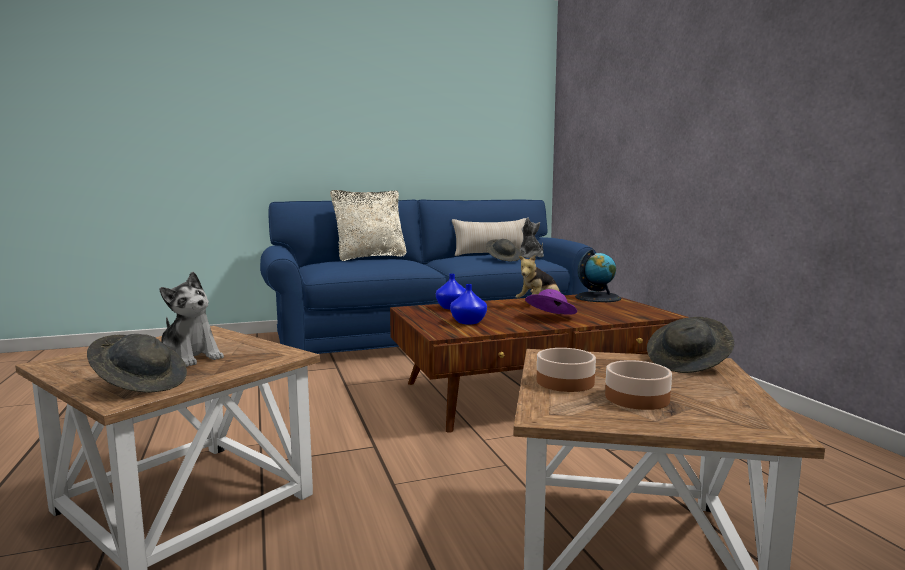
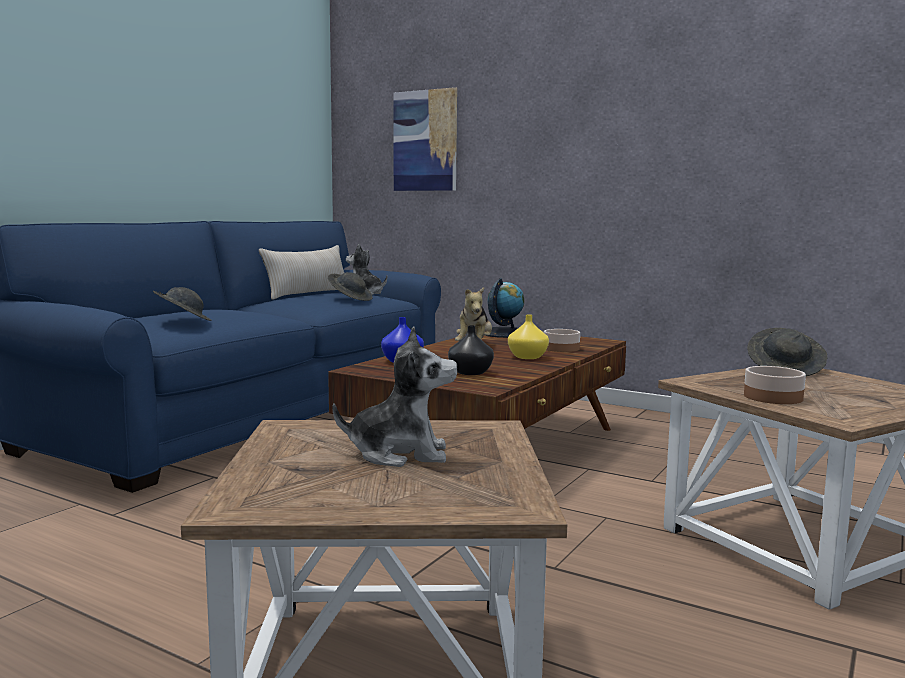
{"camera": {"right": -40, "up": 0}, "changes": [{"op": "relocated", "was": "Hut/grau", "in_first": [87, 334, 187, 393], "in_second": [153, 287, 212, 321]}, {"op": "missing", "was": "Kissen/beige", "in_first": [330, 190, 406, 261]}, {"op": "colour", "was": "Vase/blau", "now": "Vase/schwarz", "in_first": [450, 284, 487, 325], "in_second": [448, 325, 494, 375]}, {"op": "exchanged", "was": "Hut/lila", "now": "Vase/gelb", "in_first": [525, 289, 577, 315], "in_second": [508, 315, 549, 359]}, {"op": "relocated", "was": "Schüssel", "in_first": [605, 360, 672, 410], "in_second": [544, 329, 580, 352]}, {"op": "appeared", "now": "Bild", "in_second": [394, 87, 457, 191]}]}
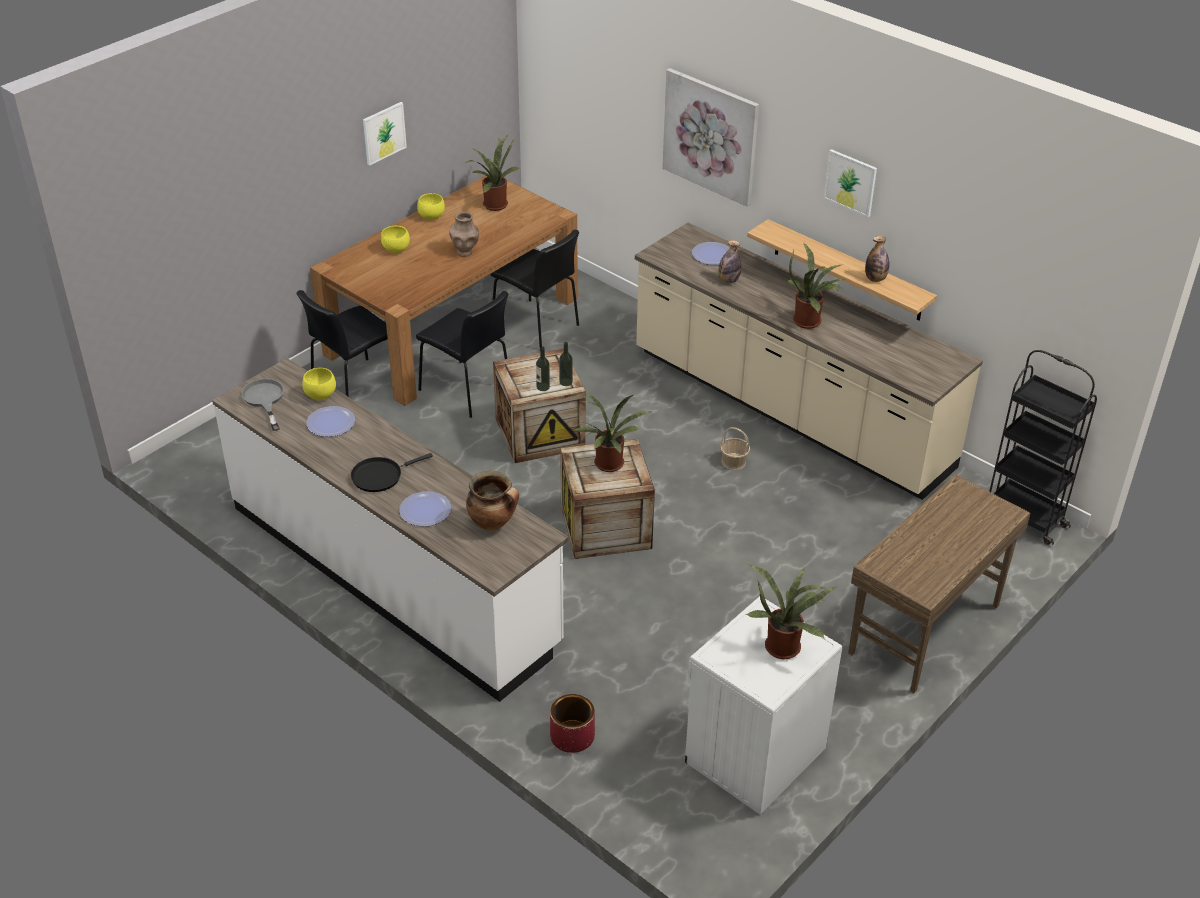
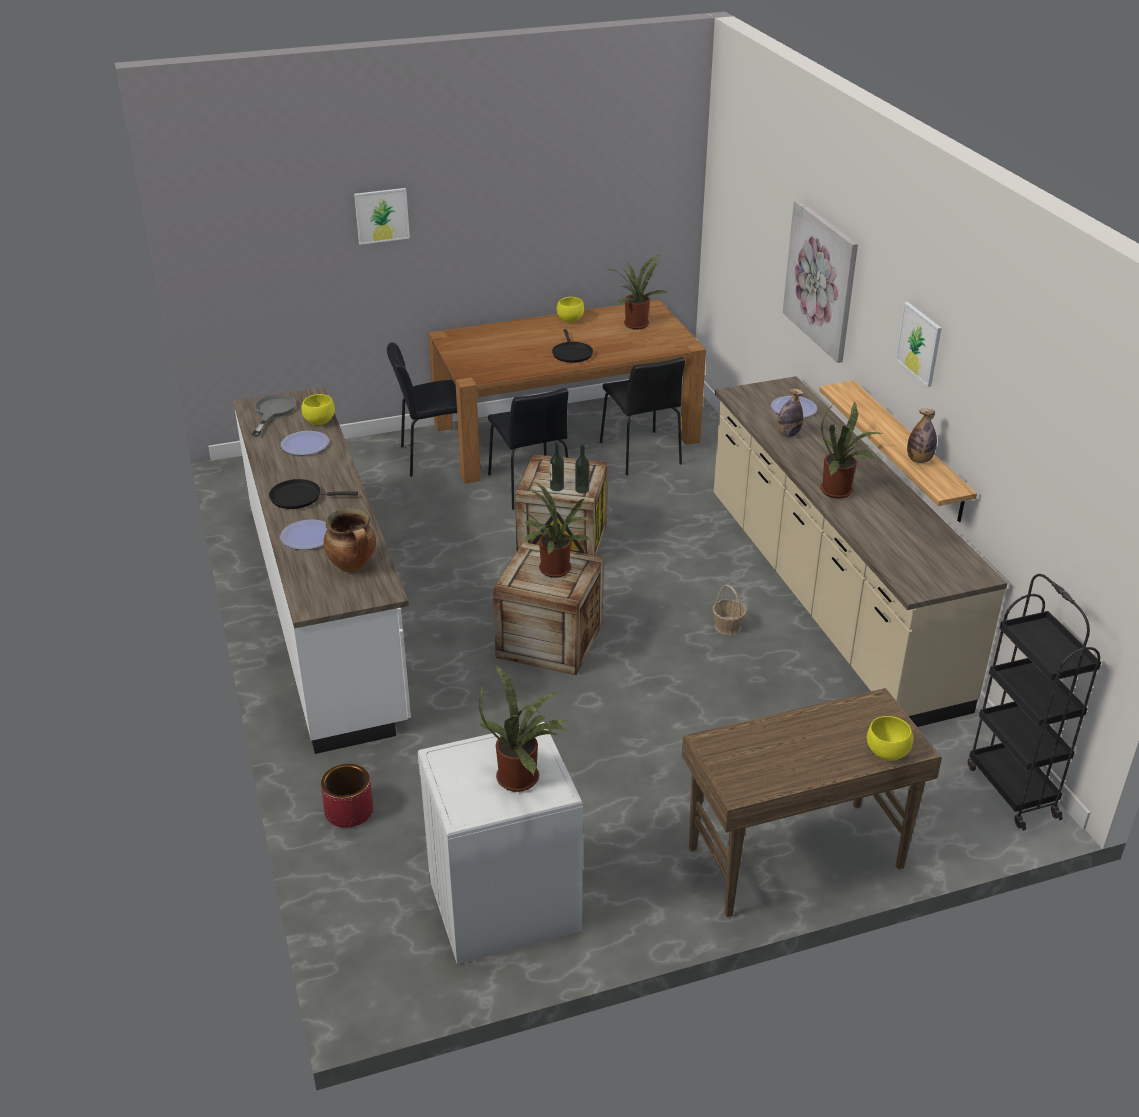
{"camera": {"right": 30, "up": -5}, "changes": [{"op": "relocated", "was": "Bild", "in_first": [363, 102, 407, 166], "in_second": [354, 188, 410, 245]}, {"op": "relocated", "was": "Schüssel/gelb", "in_first": [381, 226, 410, 253], "in_second": [867, 716, 913, 761]}, {"op": "exchanged", "was": "Vase/braun", "now": "Pfanne/schwarz", "in_first": [449, 212, 479, 257], "in_second": [552, 329, 593, 363]}]}
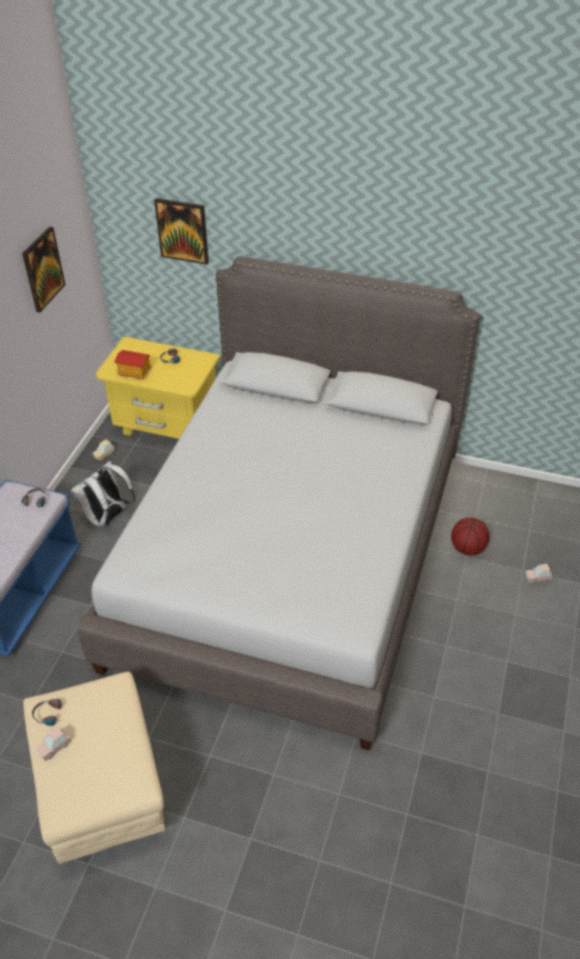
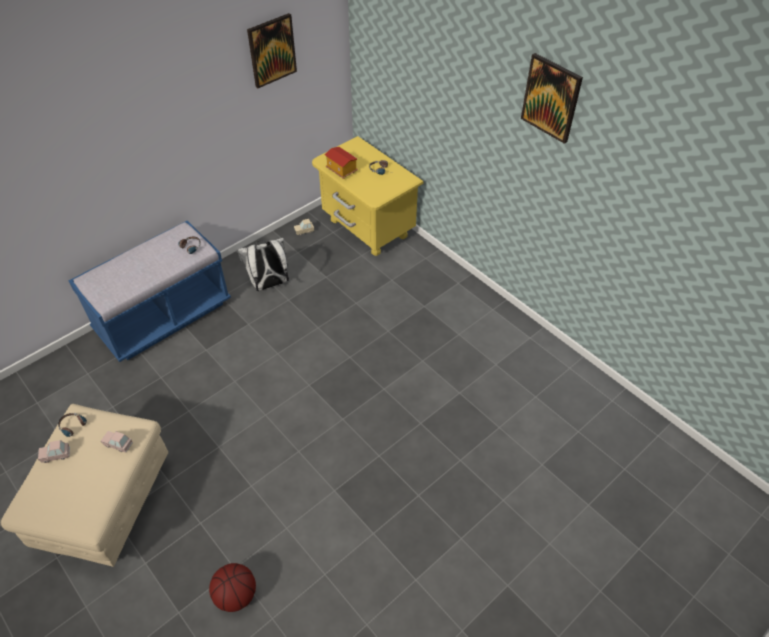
{"camera": {"right": 30, "up": 5}, "changes": [{"op": "missing", "was": "Bett/grau", "in_first": [78, 256, 480, 750]}, {"op": "relocated", "was": "Bild", "in_first": [154, 198, 209, 265], "in_second": [521, 53, 583, 144]}, {"op": "relocated", "was": "Basketball", "in_first": [451, 517, 490, 556], "in_second": [209, 563, 256, 612]}, {"op": "relocated", "was": "Spielzeugauto/rosa", "in_first": [525, 564, 553, 584], "in_second": [100, 431, 133, 453]}]}
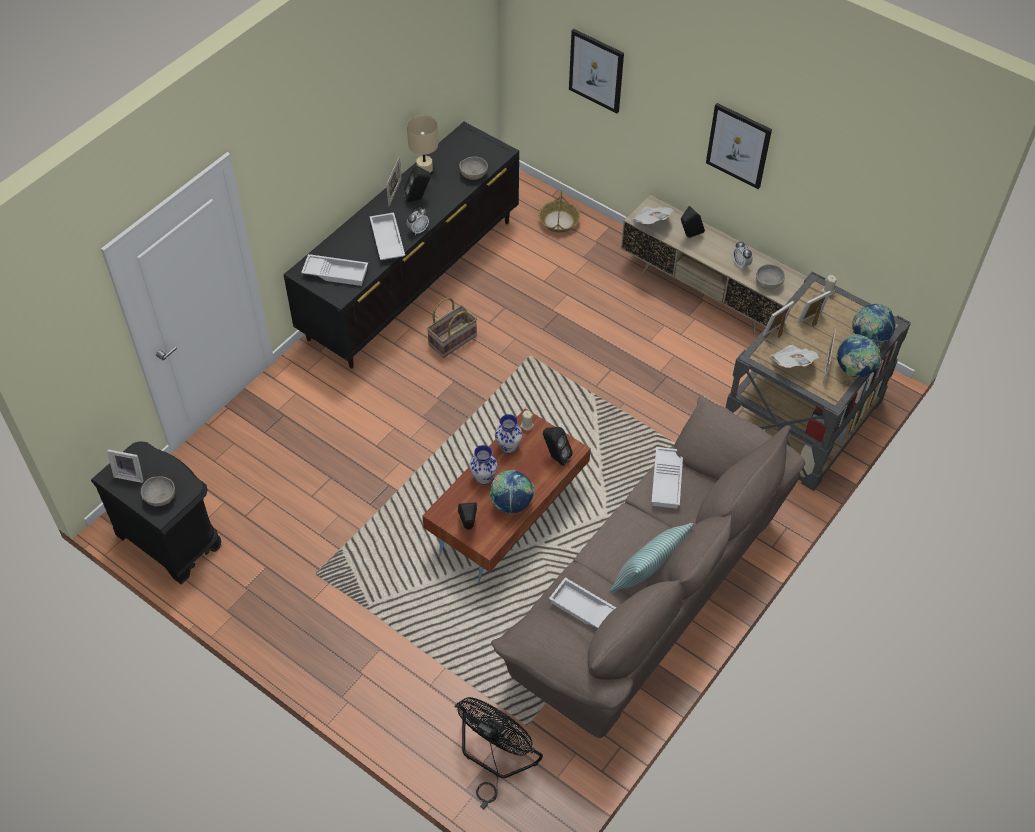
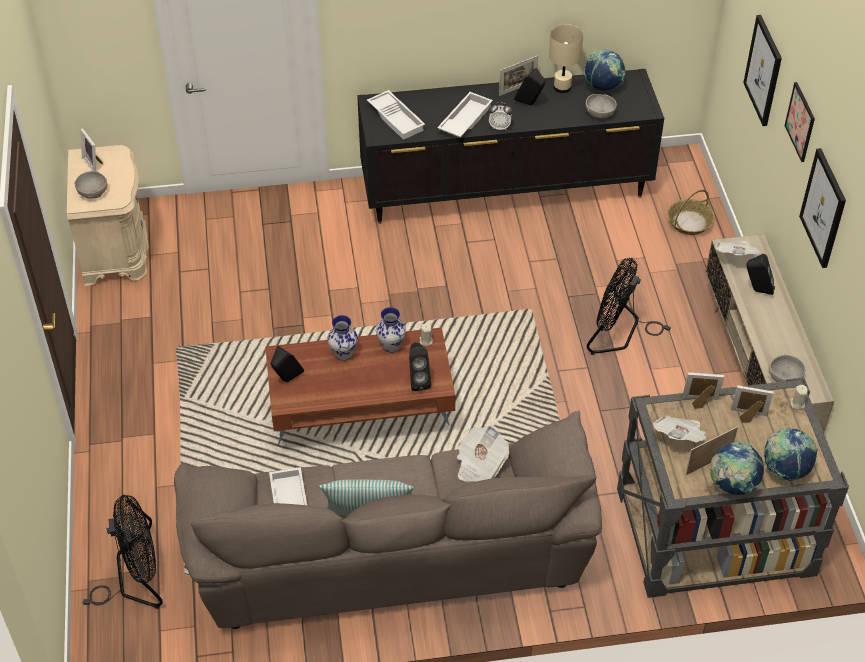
{"camera": {"right": 45, "up": -5}, "changes": [{"op": "colour", "was": "Nachttisch/schwarz", "now": "Nachttisch/beige", "in_first": [91, 441, 221, 585], "in_second": [67, 145, 149, 286]}, {"op": "missing", "was": "Korb", "in_first": [427, 298, 477, 358]}, {"op": "relocated", "was": "Globus", "in_first": [490, 470, 535, 514], "in_second": [584, 49, 626, 91]}, {"op": "exchanged", "was": "Tablett/weiß", "now": "Zeitung", "in_first": [652, 447, 683, 509], "in_second": [457, 425, 509, 482]}, {"op": "missing", "was": "Wecker", "in_first": [733, 241, 753, 269]}, {"op": "appeared", "now": "Ventilator/schwarz", "in_second": [587, 258, 672, 355]}, {"op": "appeared", "now": "Bild", "in_second": [785, 82, 815, 162]}]}
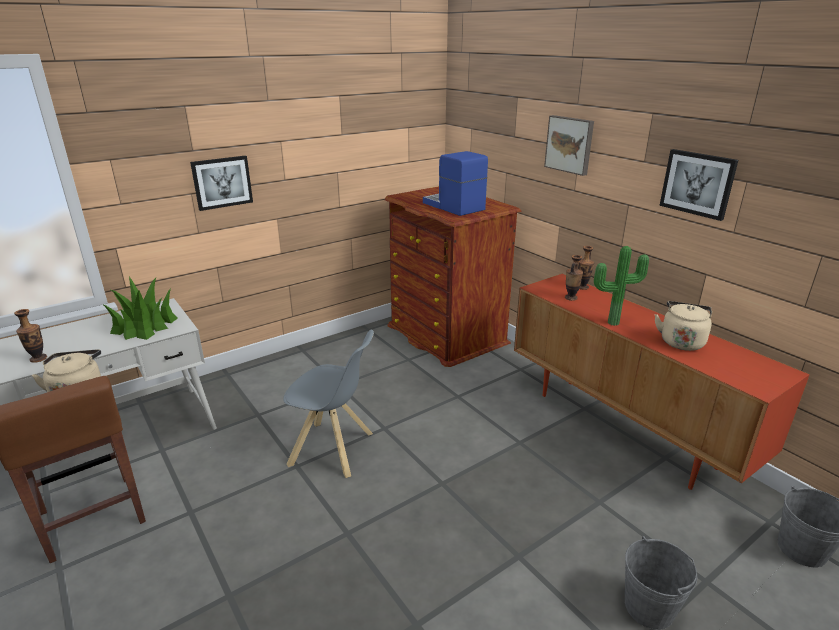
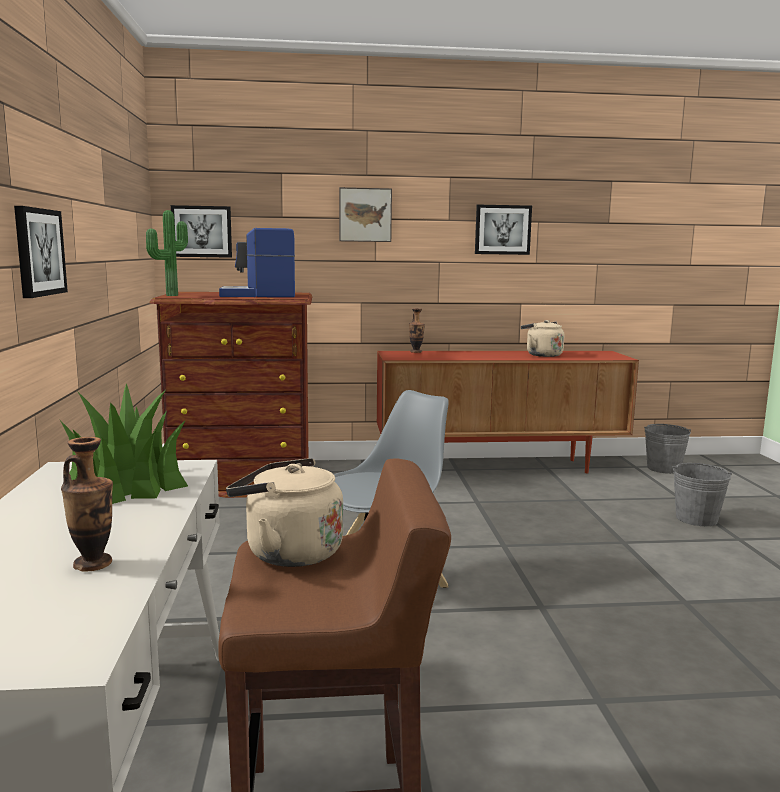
{"camera": {"right": -60, "up": -15}, "changes": [{"op": "missing", "was": "Vase", "in_first": [565, 255, 583, 301]}, {"op": "relocated", "was": "Topfpflanze", "in_first": [594, 246, 649, 326], "in_second": [146, 210, 188, 296]}, {"op": "appeared", "now": "Bild", "in_second": [171, 205, 232, 258]}]}
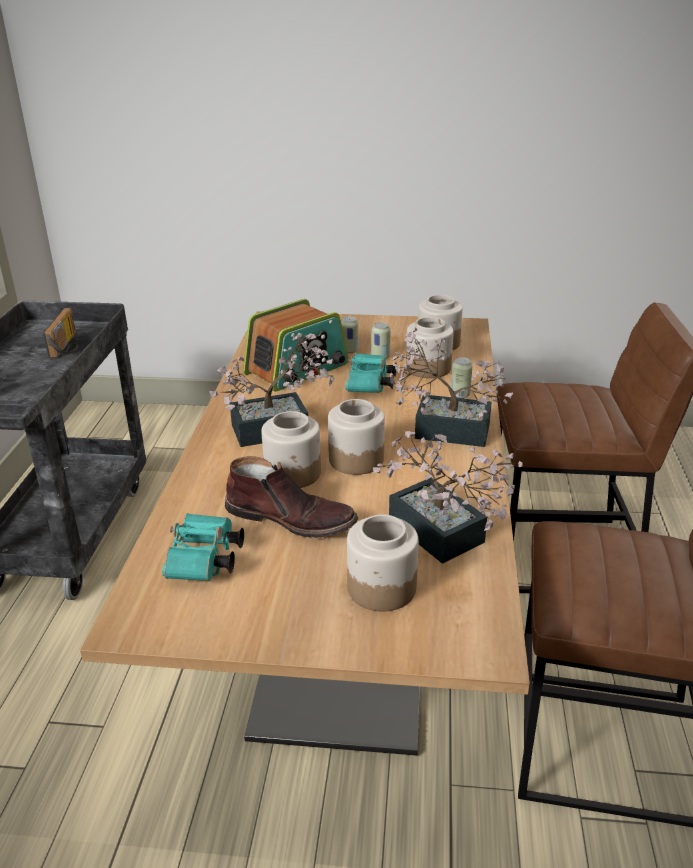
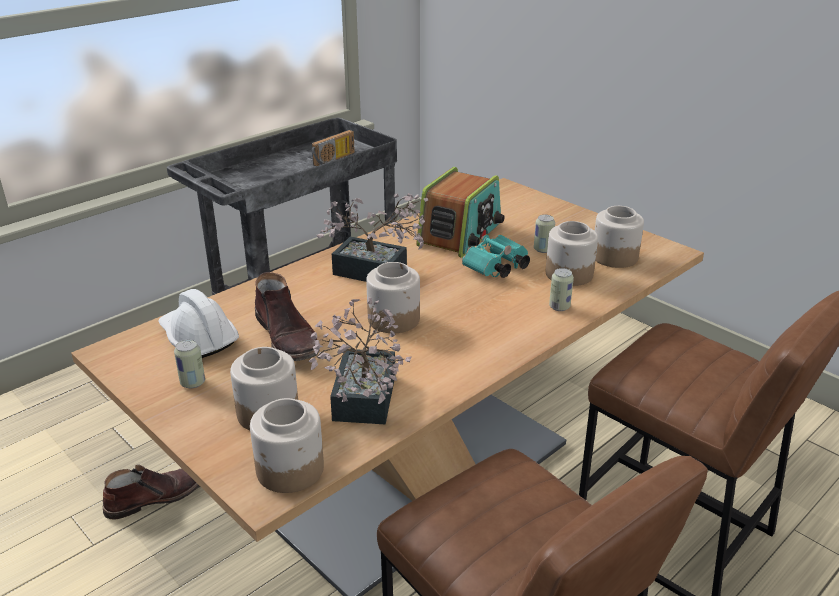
{"camera": {"right": 40, "up": 0}, "changes": [{"op": "exchanged", "was": "Fernglas/türkis", "now": "Schutzhelm/weiß", "in_first": [162, 513, 244, 581], "in_second": [158, 289, 239, 358]}, {"op": "spun", "was": "Radio", "in_first": [243, 299, 348, 392], "in_second": [417, 167, 505, 258], "clockwise": -60}, {"op": "relocated", "was": "Vorratsglas", "in_first": [261, 411, 321, 488], "in_second": [250, 398, 324, 493]}, {"op": "relocated", "was": "Dose", "in_first": [341, 316, 358, 354], "in_second": [174, 340, 205, 388]}, {"op": "missing", "was": "Topfpflanze", "in_first": [390, 328, 514, 447]}, {"op": "appeared", "now": "Stiefel/braun", "in_second": [103, 464, 199, 520]}]}
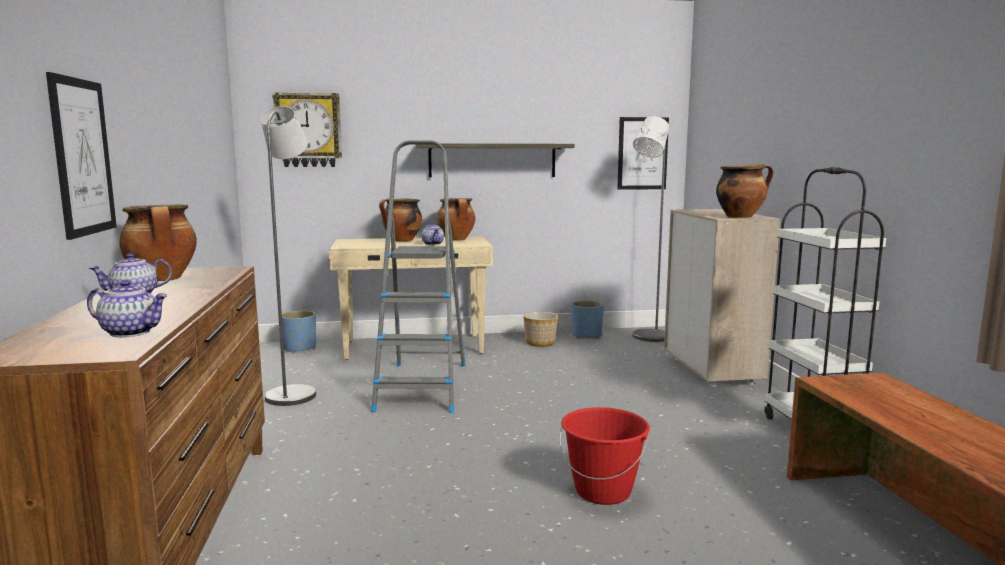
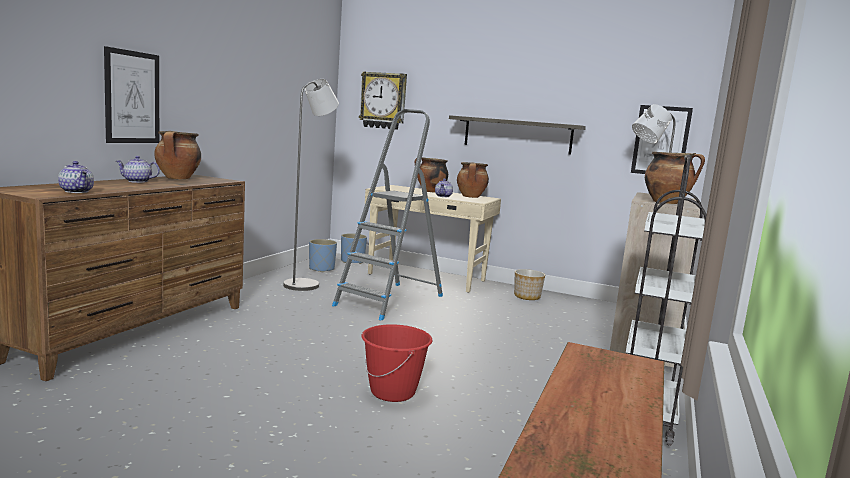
{"camera": {"right": 30, "up": 0}, "changes": [{"op": "relocated", "was": "Pflanzkübel/blau", "in_first": [571, 300, 604, 339], "in_second": [309, 239, 337, 273]}]}
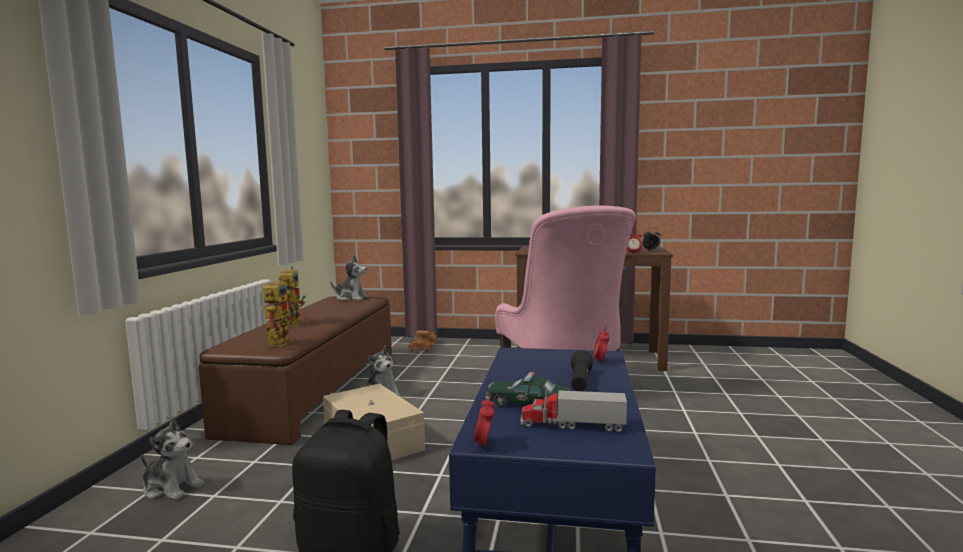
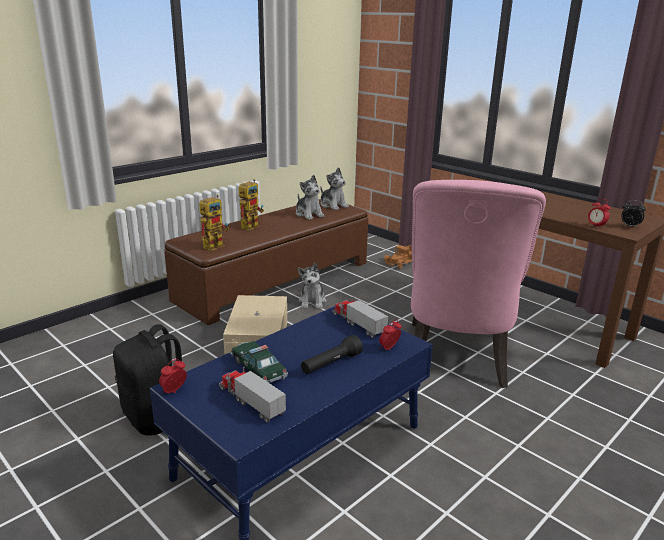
{"camera": {"right": 35, "up": 15}, "changes": [{"op": "relocated", "was": "Plüschtier", "in_first": [141, 417, 204, 500], "in_second": [296, 175, 324, 220]}, {"op": "appeared", "now": "Spielzeuglaster", "in_second": [333, 297, 388, 338]}]}
